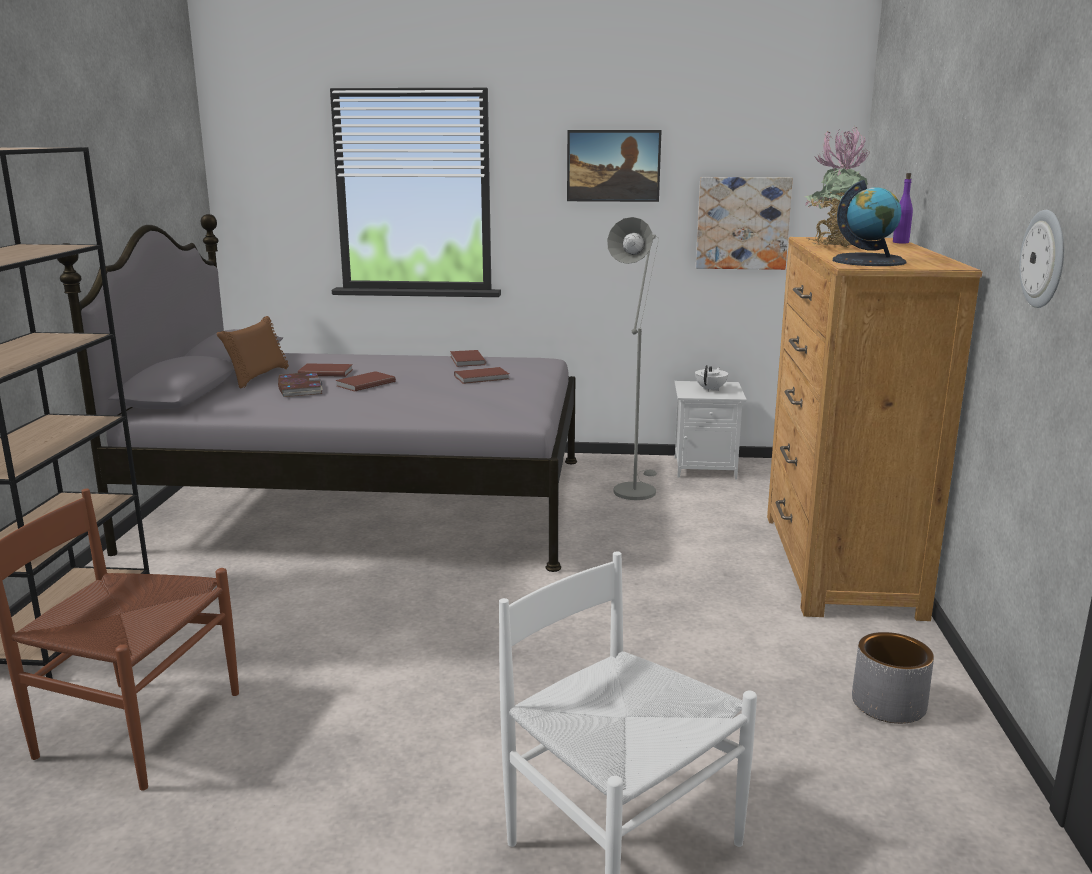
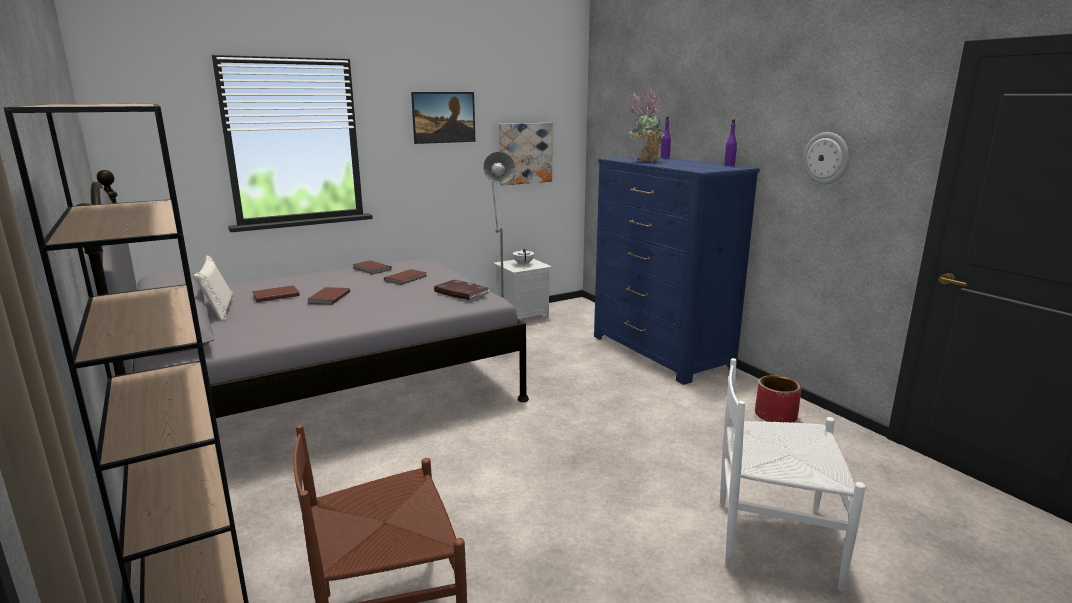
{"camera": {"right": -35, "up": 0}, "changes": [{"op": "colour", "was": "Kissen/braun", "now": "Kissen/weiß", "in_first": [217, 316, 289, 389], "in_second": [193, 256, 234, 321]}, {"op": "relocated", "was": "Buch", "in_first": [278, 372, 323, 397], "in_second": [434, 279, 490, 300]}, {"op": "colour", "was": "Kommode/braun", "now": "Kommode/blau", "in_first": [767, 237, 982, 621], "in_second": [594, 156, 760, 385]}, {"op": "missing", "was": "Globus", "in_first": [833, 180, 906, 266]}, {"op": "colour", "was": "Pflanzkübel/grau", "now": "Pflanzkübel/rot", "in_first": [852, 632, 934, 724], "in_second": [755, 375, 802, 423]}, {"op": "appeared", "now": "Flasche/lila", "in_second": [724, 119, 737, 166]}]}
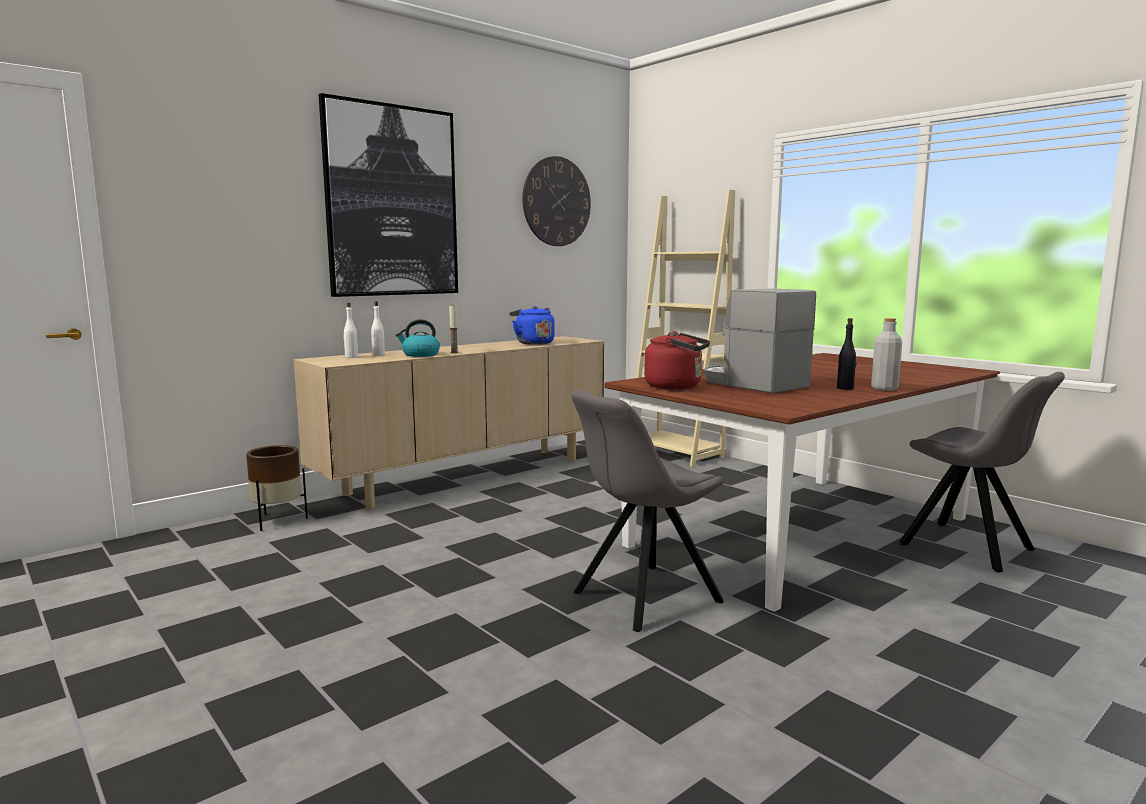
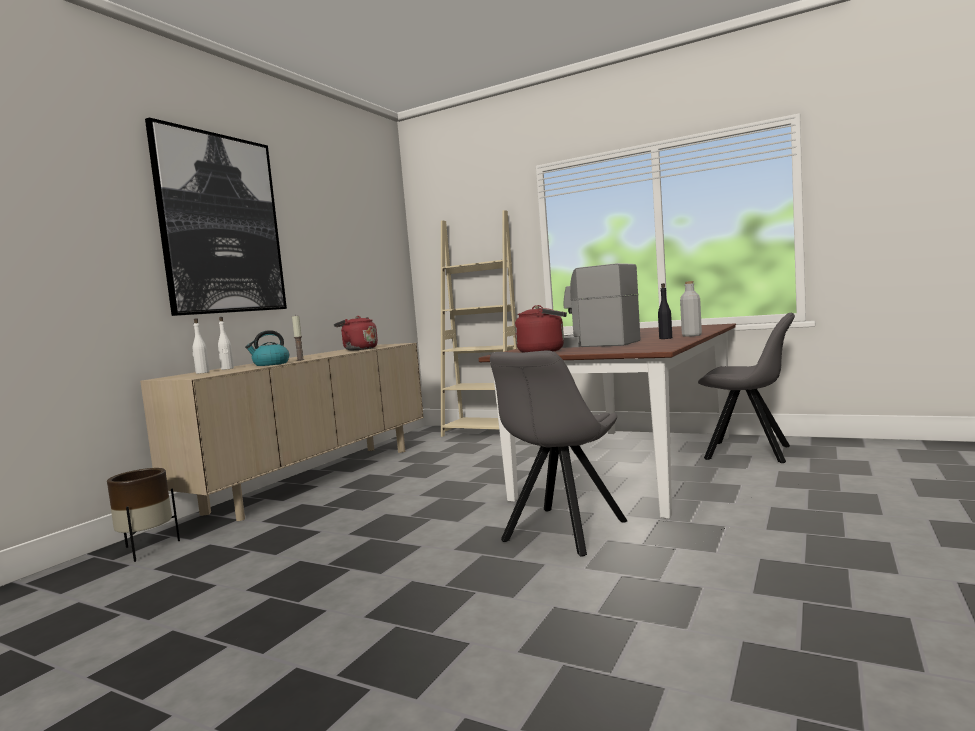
{"camera": {"right": -20, "up": -5}, "changes": [{"op": "colour", "was": "Wasserkessel/blau", "now": "Wasserkessel/rot", "in_first": [509, 306, 555, 345], "in_second": [334, 316, 378, 350]}, {"op": "missing", "was": "Wanduhr", "in_first": [522, 156, 591, 246]}]}
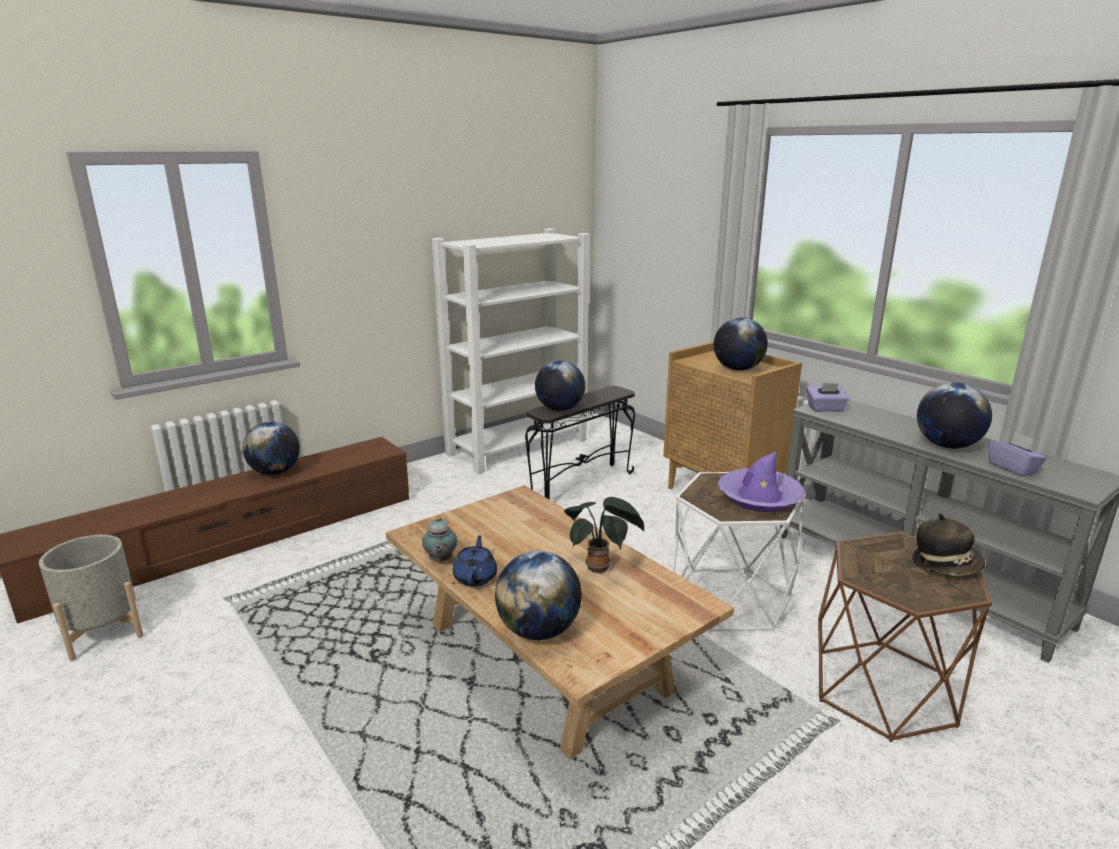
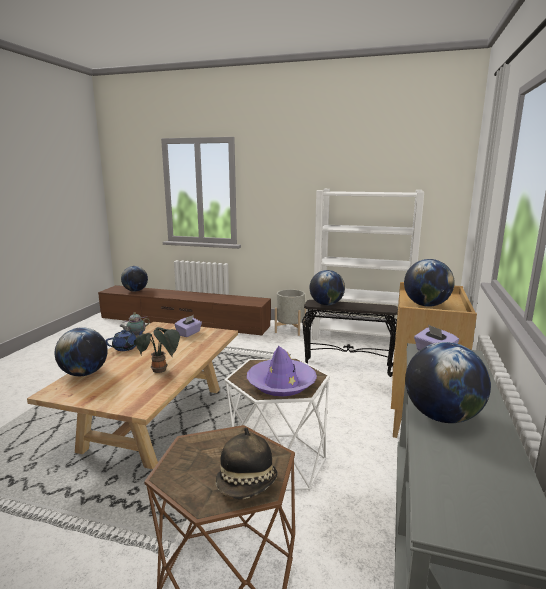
{"camera": {"right": 55, "up": -5}, "changes": [{"op": "relocated", "was": "Pflanzkübel/grau", "in_first": [39, 535, 144, 661], "in_second": [275, 289, 306, 336]}, {"op": "relocated", "was": "Globus", "in_first": [243, 421, 300, 475], "in_second": [121, 266, 148, 292]}, {"op": "relocated", "was": "Taschentuchbox/lila", "in_first": [988, 433, 1047, 477], "in_second": [175, 315, 202, 337]}]}
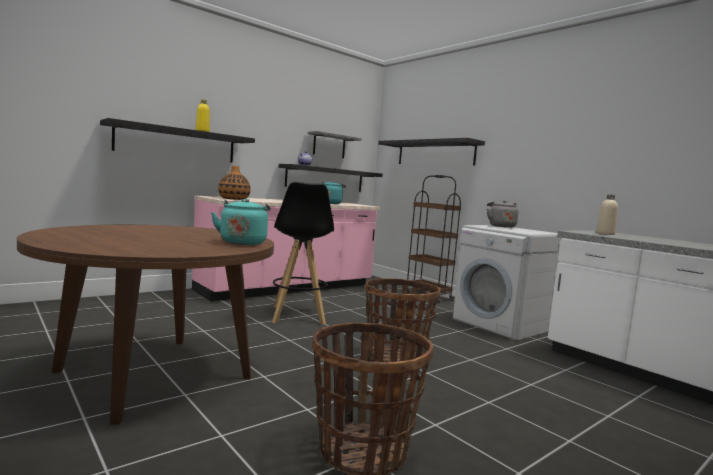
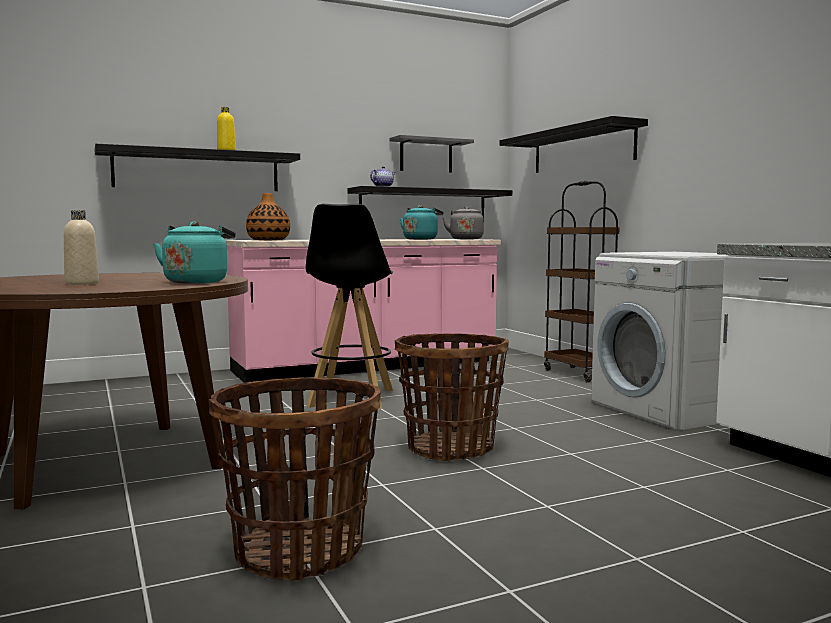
{"camera": {"right": 15, "up": 0}, "changes": [{"op": "relocated", "was": "Wasserkessel/grau", "in_first": [487, 201, 518, 228], "in_second": [443, 206, 484, 239]}, {"op": "relocated", "was": "Flasche/beige", "in_first": [596, 194, 618, 235], "in_second": [64, 210, 99, 285]}]}
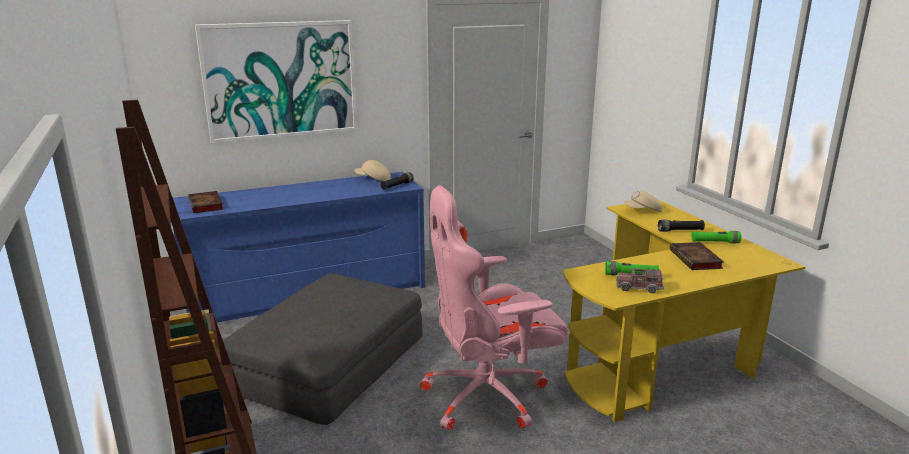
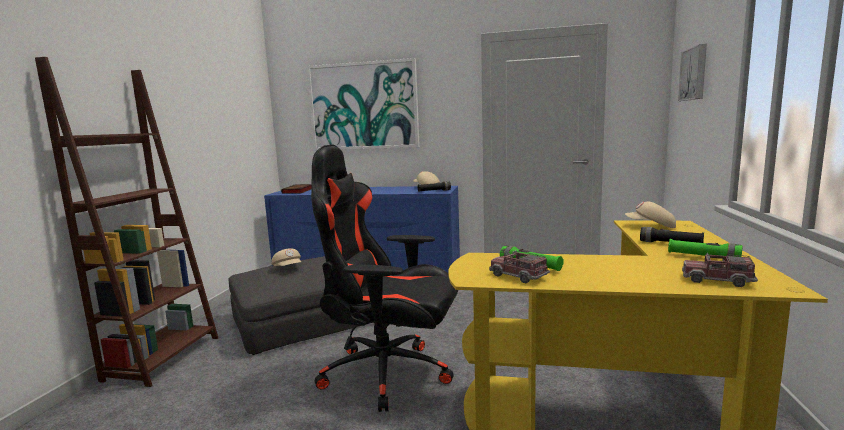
{"camera": {"right": 35, "up": -10}, "changes": [{"op": "colour", "was": "Bürostuhl/rosa", "now": "Bürostuhl/schwarz", "in_first": [420, 185, 568, 430], "in_second": [311, 145, 458, 412]}, {"op": "missing", "was": "Buch", "in_first": [670, 242, 724, 270]}, {"op": "appeared", "now": "Kappe/beige", "in_second": [271, 248, 301, 266]}, {"op": "appeared", "now": "Bild", "in_second": [678, 44, 707, 101]}, {"op": "appeared", "now": "Spielzeuglaster", "in_second": [682, 253, 758, 287]}]}
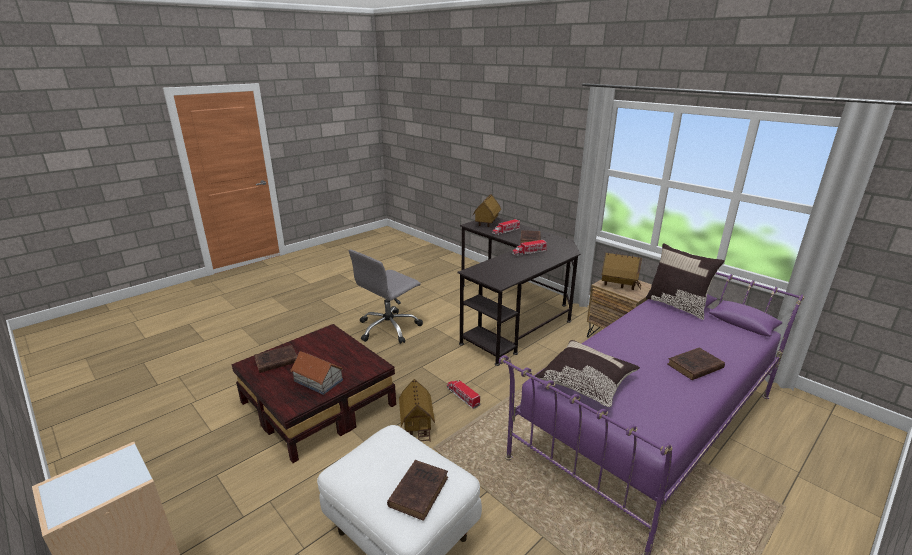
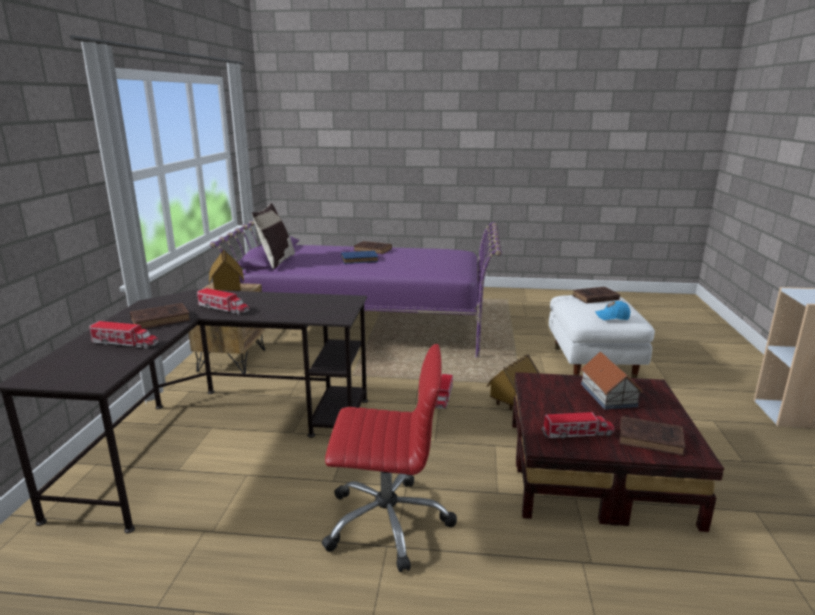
{"camera": {"right": -130, "up": -5}, "changes": [{"op": "colour", "was": "Bürostuhl/grau", "now": "Bürostuhl/rot", "in_first": [349, 250, 423, 344], "in_second": [322, 344, 457, 572]}, {"op": "missing", "was": "Spielzeughaus", "in_first": [473, 194, 501, 227]}, {"op": "missing", "was": "Kissen", "in_first": [535, 340, 640, 407]}, {"op": "appeared", "now": "Buch/blau", "in_second": [341, 251, 378, 264]}, {"op": "appeared", "now": "Spielzeuglaster", "in_second": [542, 412, 615, 439]}, {"op": "appeared", "now": "Kappe/blau", "in_second": [595, 301, 630, 320]}]}
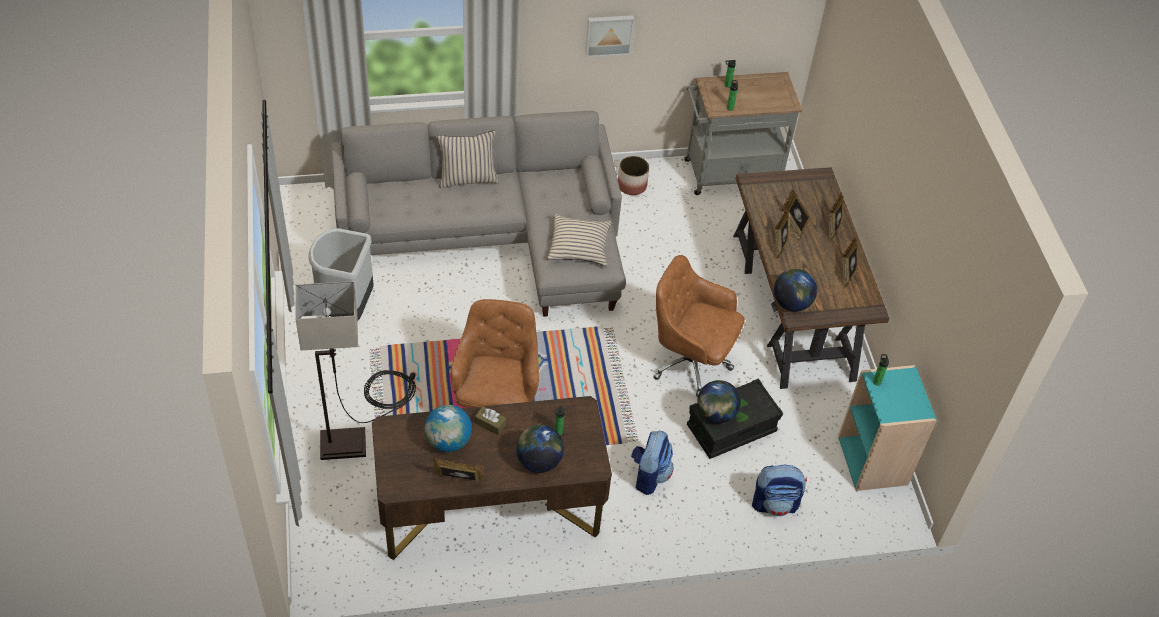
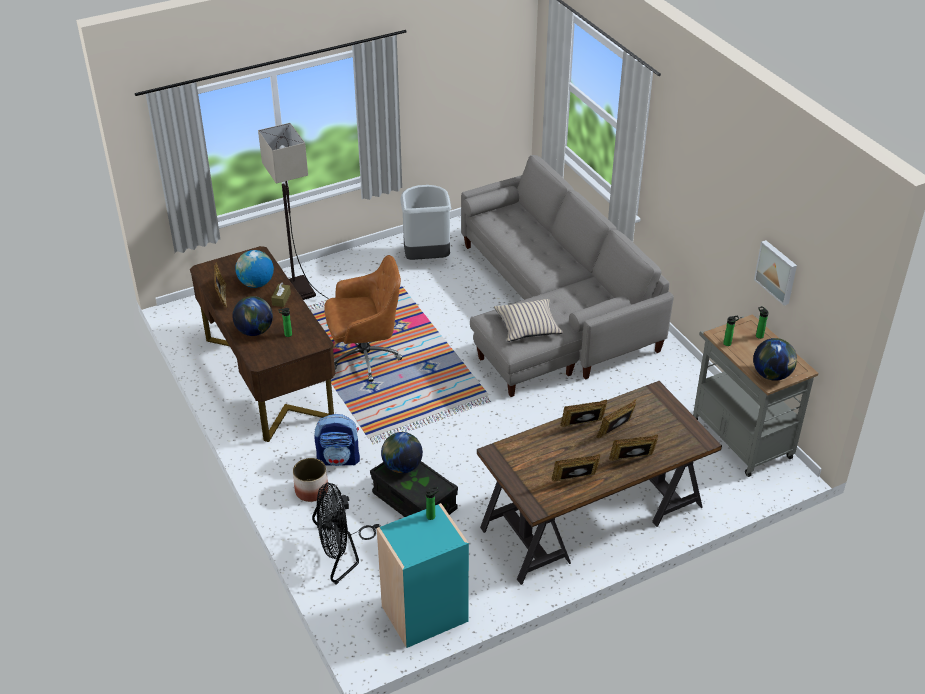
{"camera": {"right": 75, "up": -10}, "changes": [{"op": "missing", "was": "Kissen/beige", "in_first": [436, 130, 499, 188]}, {"op": "relocated", "was": "Bild", "in_first": [585, 15, 634, 57], "in_second": [754, 240, 797, 305]}, {"op": "relocated", "was": "Pflanzkübel", "in_first": [618, 156, 649, 195], "in_second": [293, 458, 328, 502]}, {"op": "missing", "was": "Bürostuhl/braun", "in_first": [654, 255, 745, 397]}, {"op": "exchanged", "was": "Rucksack", "now": "Ventilator/schwarz", "in_first": [752, 465, 807, 517], "in_second": [312, 482, 380, 585]}, {"op": "relocated", "was": "Globus", "in_first": [774, 269, 817, 312], "in_second": [753, 338, 797, 381]}]}
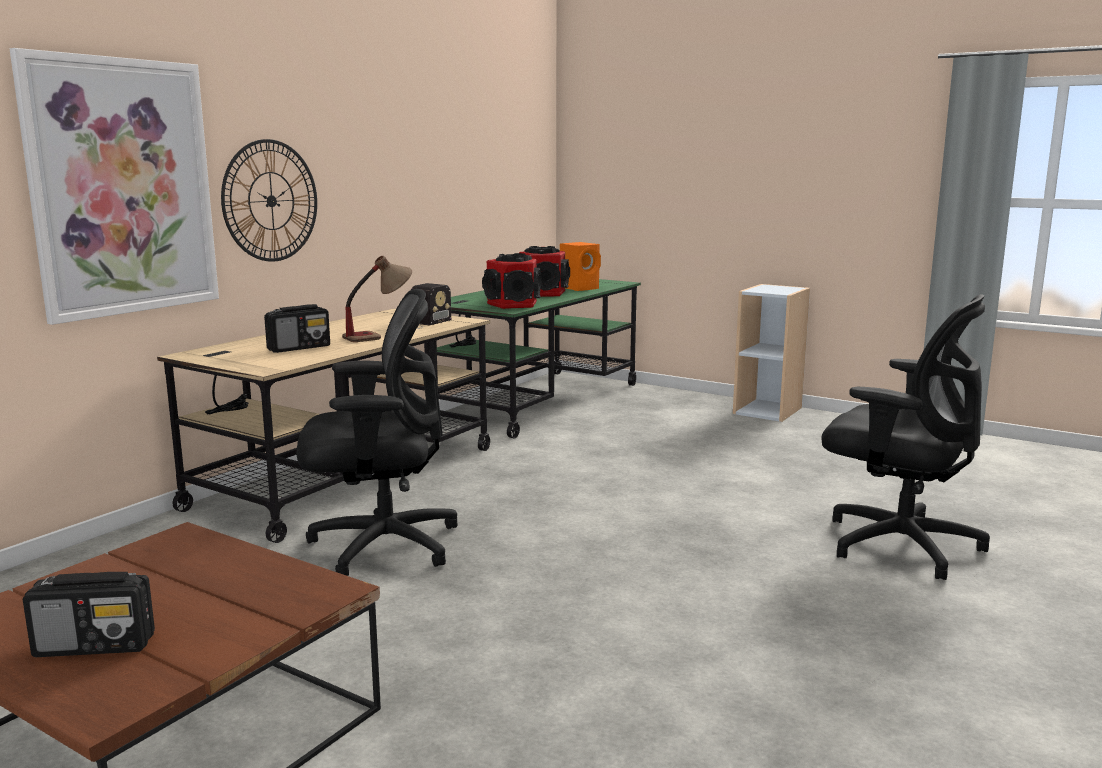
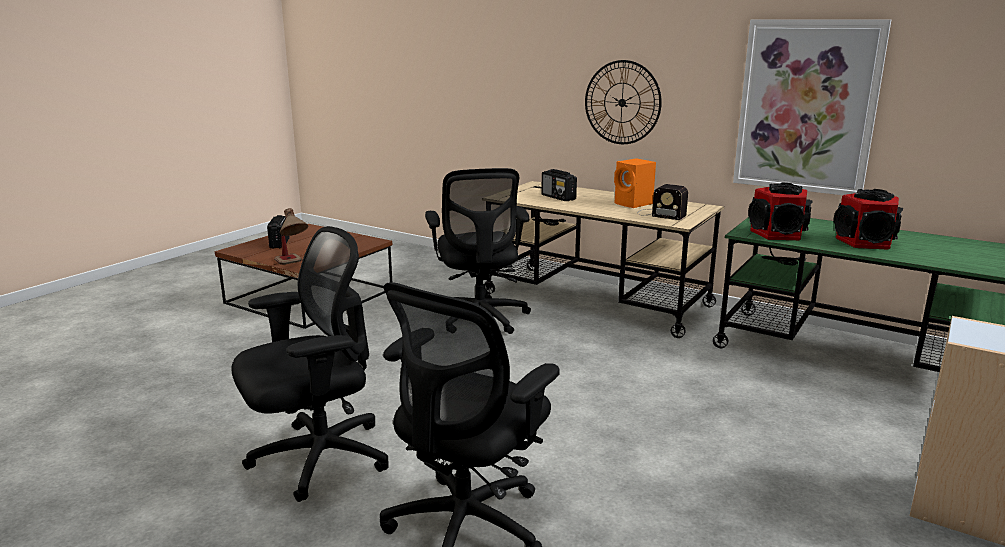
{"camera": {"right": 90, "up": 5}, "changes": [{"op": "relocated", "was": "Bild", "in_first": [10, 48, 219, 325], "in_second": [733, 19, 892, 195]}, {"op": "relocated", "was": "Tischlampe", "in_first": [342, 256, 412, 342], "in_second": [274, 208, 308, 265]}, {"op": "relocated", "was": "Lautsprecher/orange", "in_first": [560, 242, 601, 291], "in_second": [614, 158, 656, 208]}, {"op": "appeared", "now": "Bürostuhl/schwarz", "in_second": [231, 226, 389, 502]}]}
